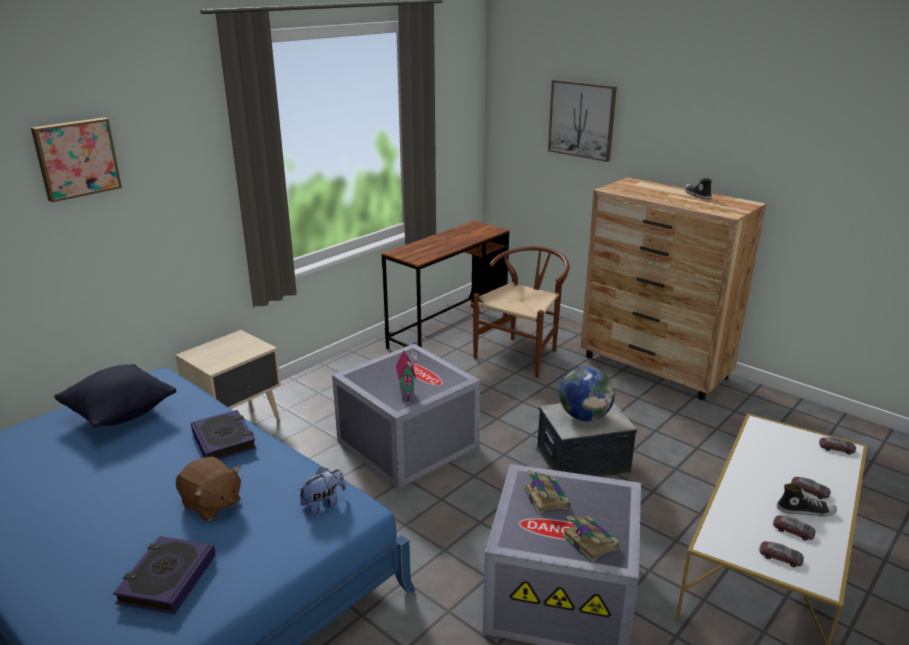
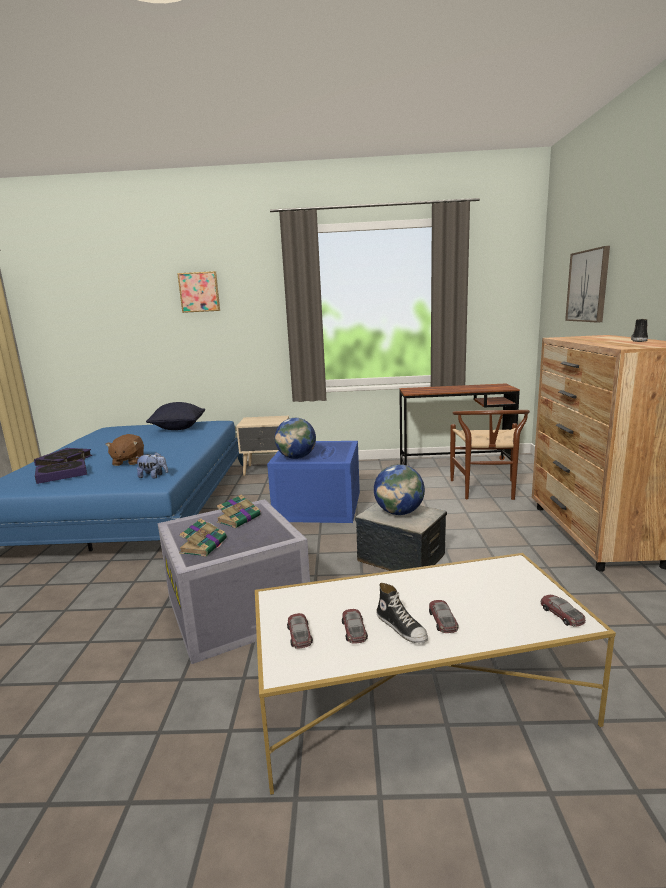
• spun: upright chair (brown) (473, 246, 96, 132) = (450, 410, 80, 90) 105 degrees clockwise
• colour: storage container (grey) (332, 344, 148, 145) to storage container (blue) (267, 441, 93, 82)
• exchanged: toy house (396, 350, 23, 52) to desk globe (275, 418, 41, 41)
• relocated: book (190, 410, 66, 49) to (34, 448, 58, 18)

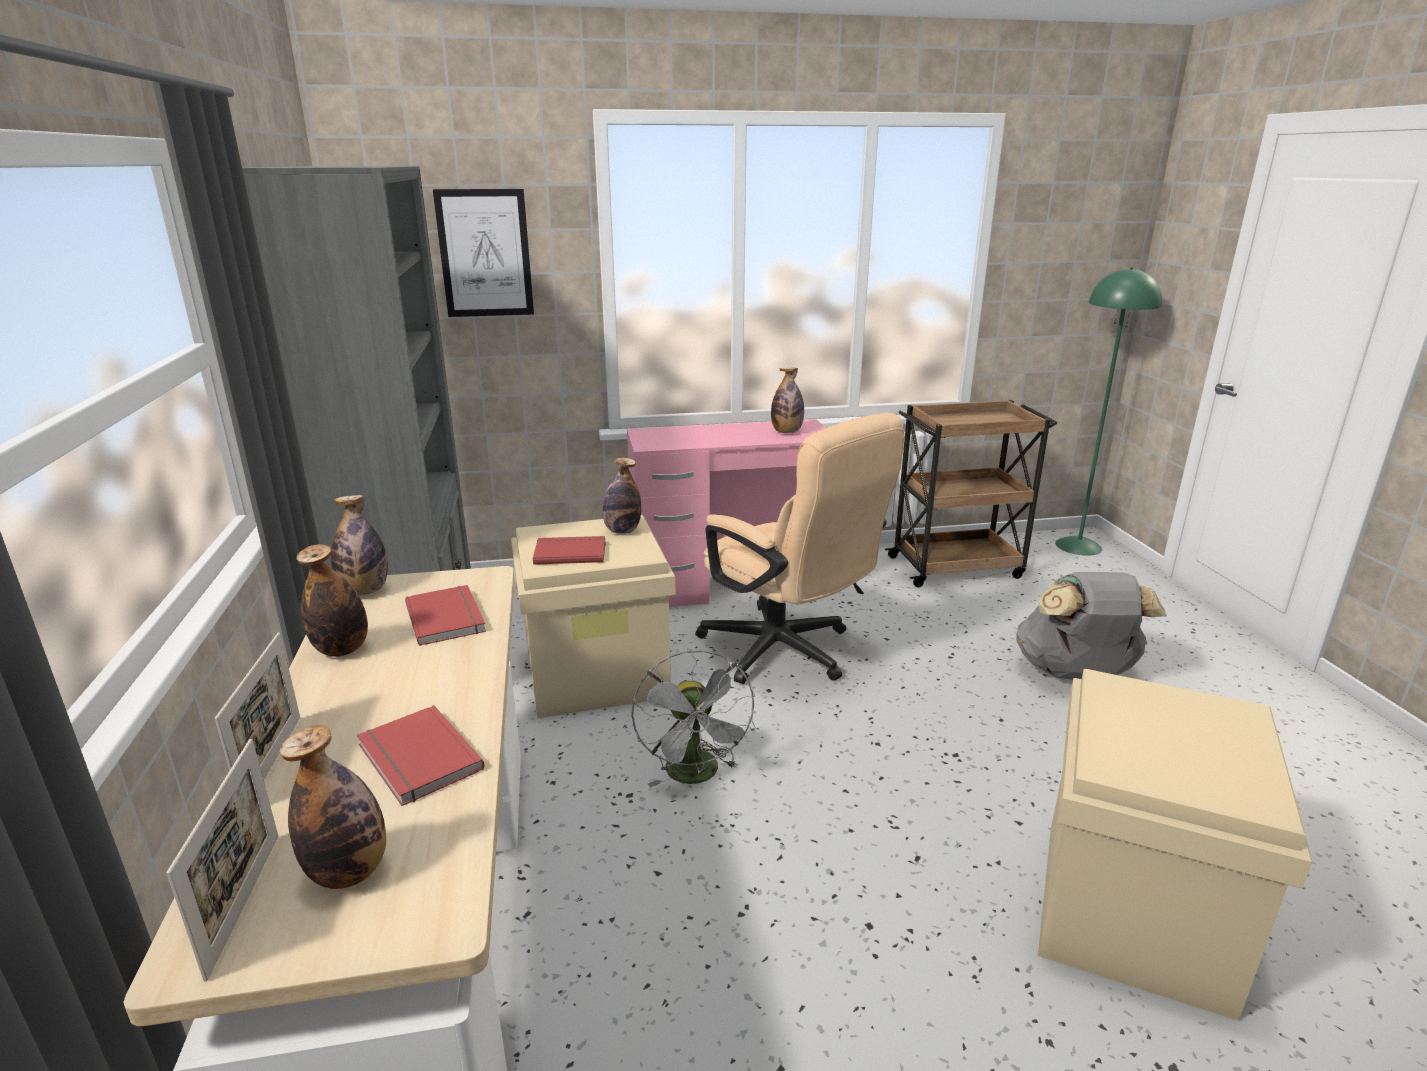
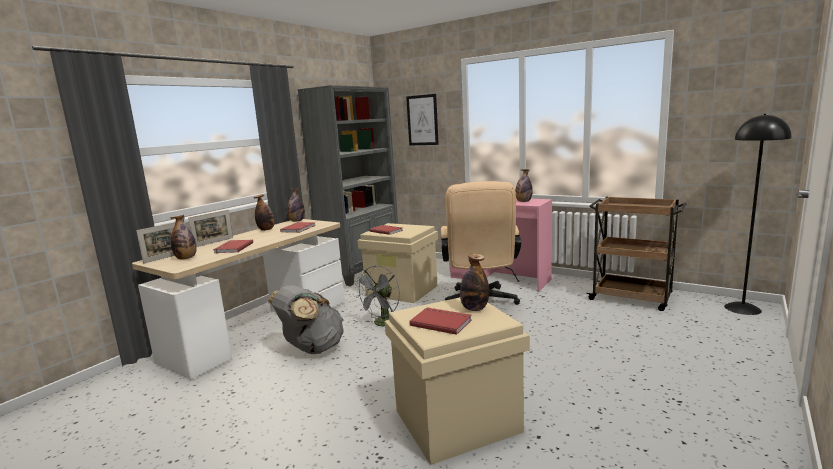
• colour: floor lamp (green) (1055, 267, 107, 289) to floor lamp (black-coloured) (724, 114, 67, 201)
• relocated: drink bottle (603, 458, 38, 76) to (460, 253, 29, 58)
• relocated: backpack (grey) (1017, 572, 150, 107) to (268, 285, 76, 69)
• appeared: book (red) (409, 308, 63, 27)

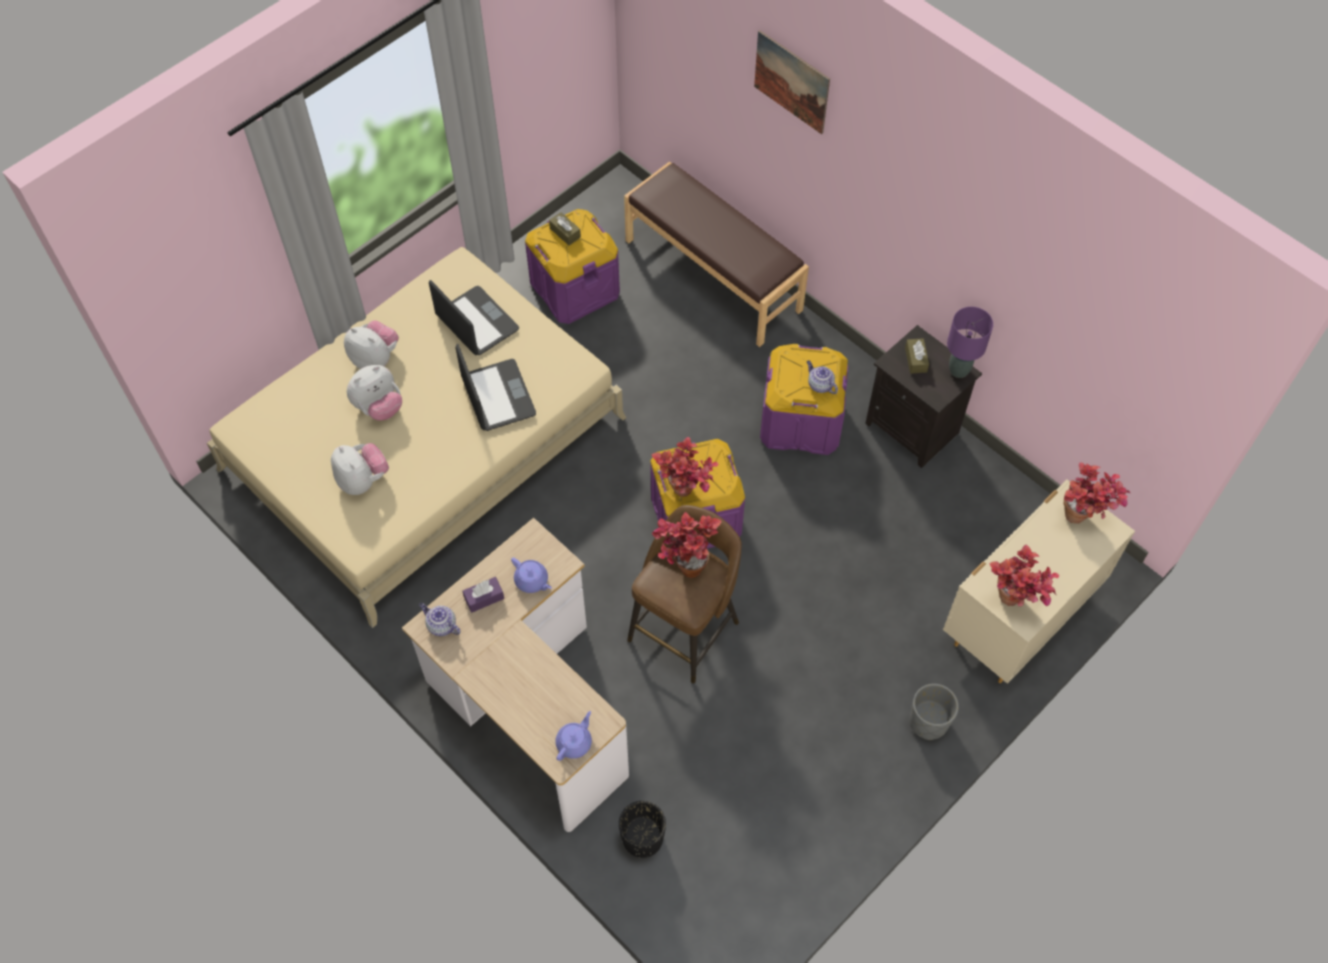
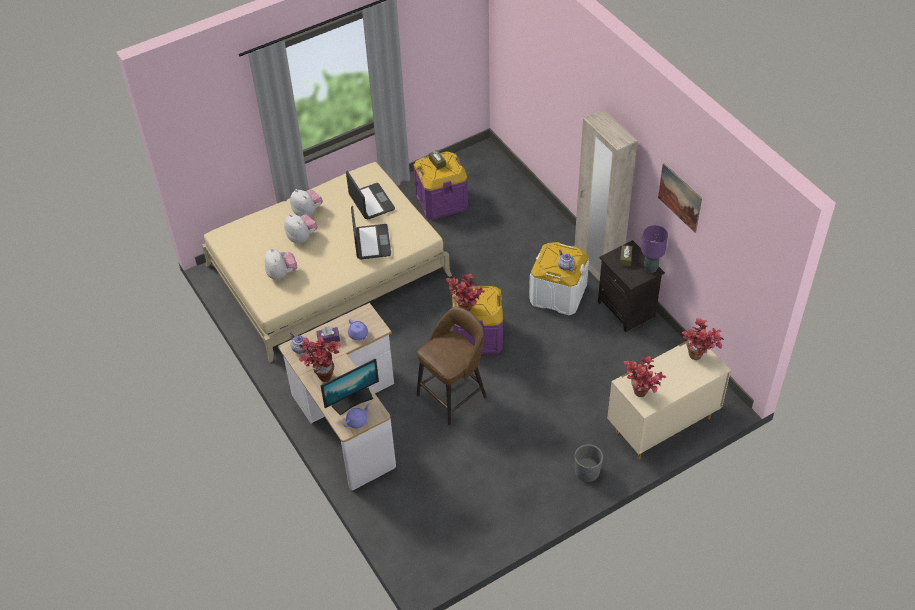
• relocated: wall picture (754, 30, 76, 104) to (658, 163, 44, 70)
• missing: indoor bench (brown) (624, 162, 185, 185)
• colour: storage container (purplish) (760, 344, 89, 111) to storage container (white) (529, 242, 60, 73)
• spun: plush toy (347, 365, 55, 55) = (284, 214, 33, 30) 105 degrees counterclockwise
• relocated: houseplant (651, 512, 71, 66) to (299, 336, 42, 46)
• missing: flower pot (black-coloured) (619, 801, 47, 57)
• appeared: clothes cupboard (beige) (574, 109, 63, 172)
• appeared: monitor (321, 359, 58, 56)

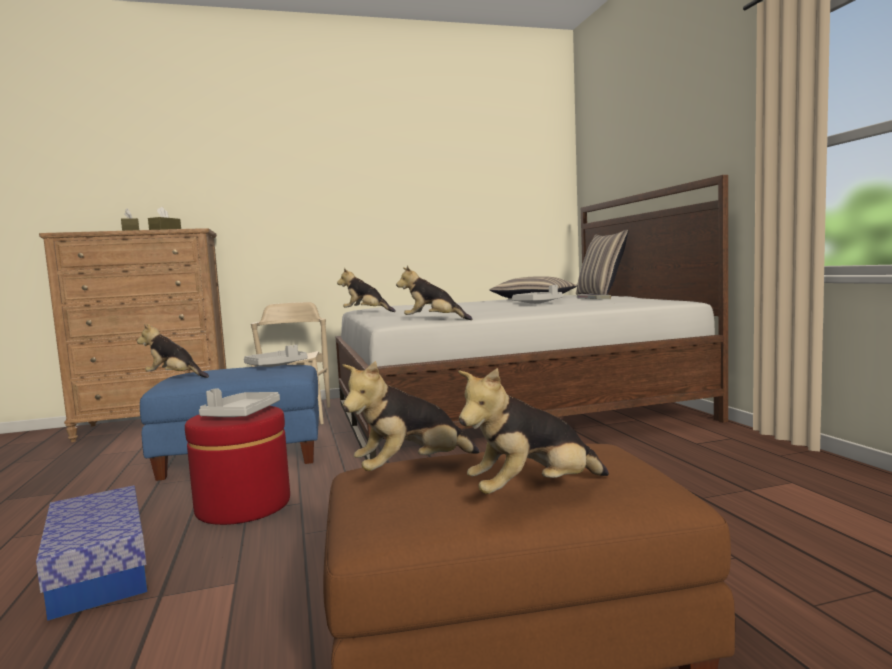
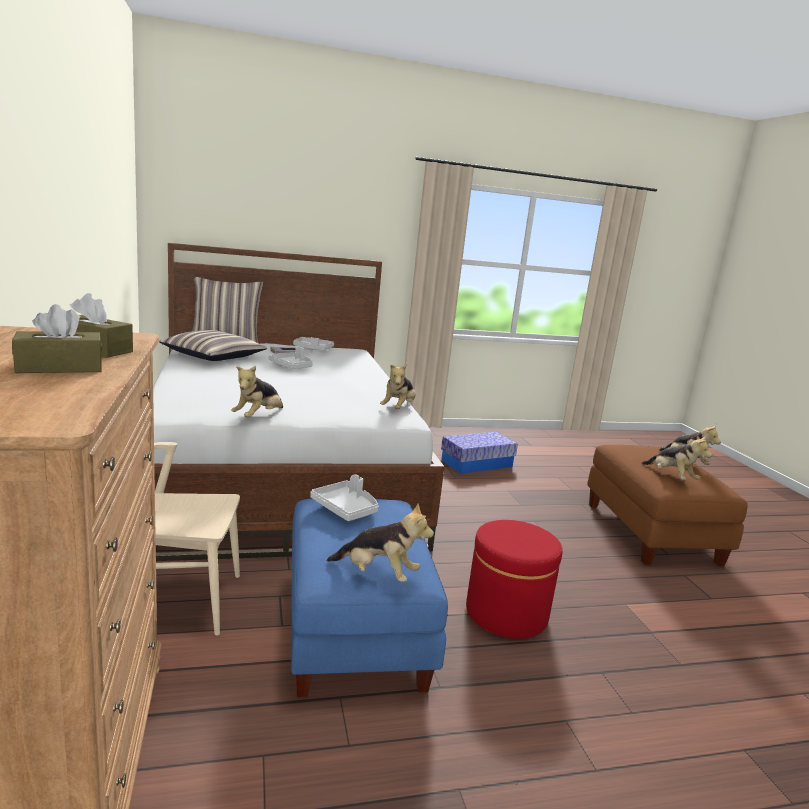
• spun: plush toy (137, 323, 72, 55) = (326, 503, 108, 79) 90 degrees counterclockwise
• relocated: serving tray (grey) (199, 388, 81, 29) to (293, 337, 41, 14)
• relocated: storage container (36, 485, 111, 136) to (441, 432, 77, 42)

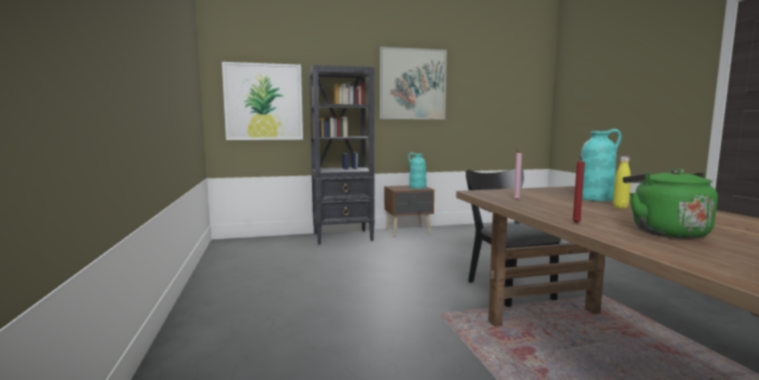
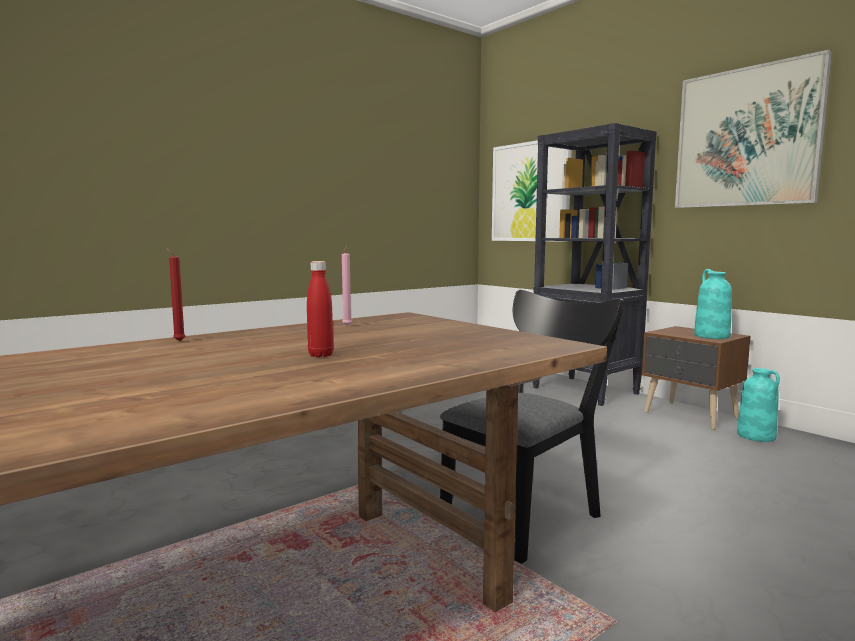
• relocated: vase (blue-green) (580, 129, 42, 72) to (737, 368, 43, 74)
• colour: drink bottle (yellow-coloured) (613, 156, 18, 52) to drink bottle (red) (307, 261, 26, 96)
• missing: tea kettle (green) (623, 169, 95, 70)

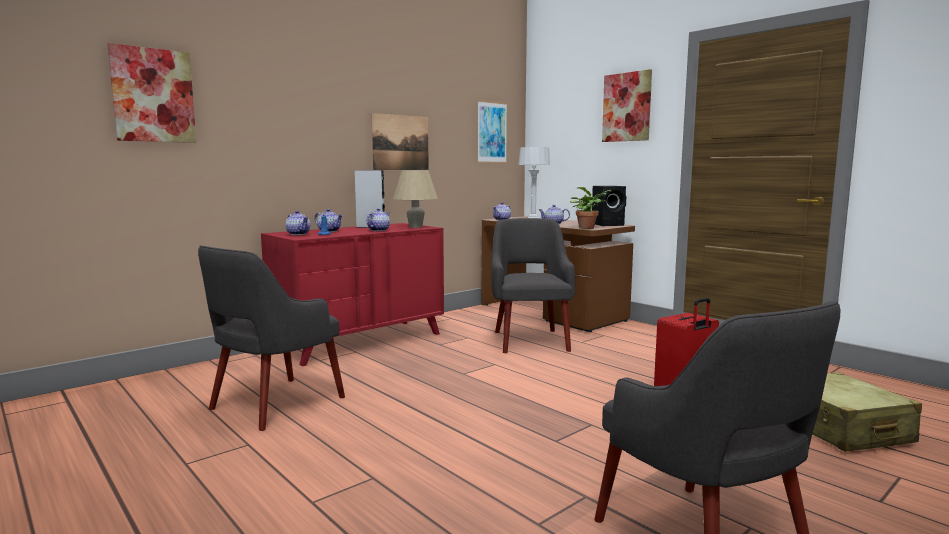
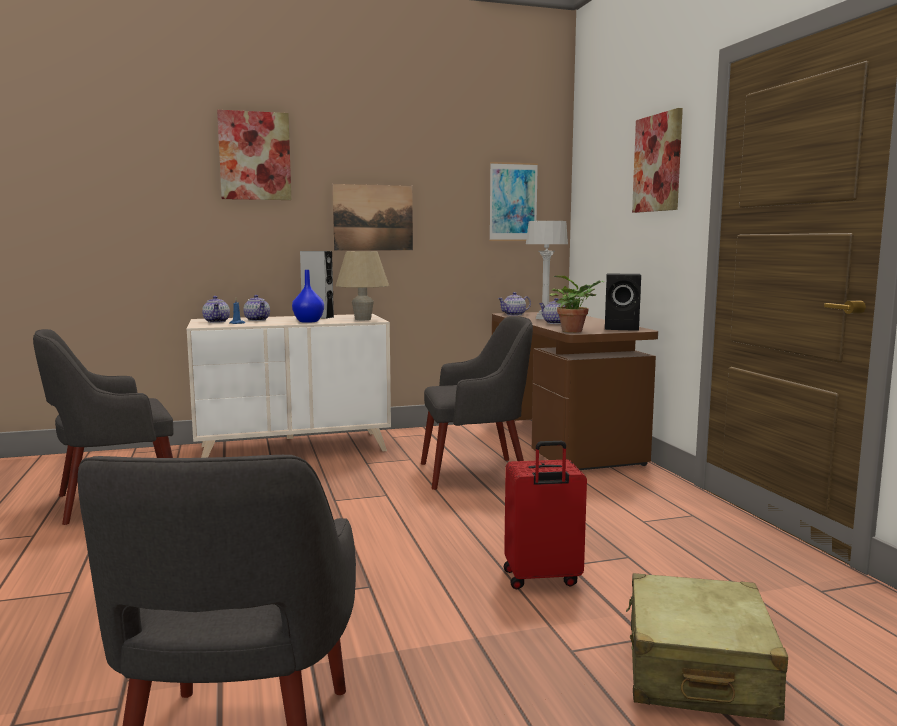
• relocated: wall picture (107, 43, 89, 100) to (217, 110, 74, 90)
• exchanged: teapot (366, 208, 24, 23) to vase (blue) (292, 270, 32, 53)
• spun: armchair (grey) (491, 218, 84, 135) = (421, 316, 112, 174) 60 degrees clockwise
• colour: chest of drawers (red) (261, 223, 183, 143) to chest of drawers (beige) (187, 314, 204, 144)

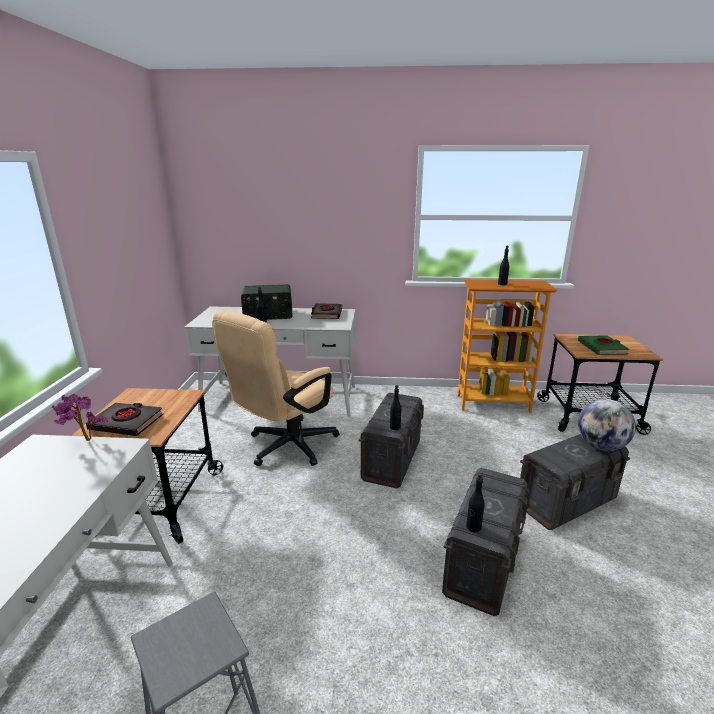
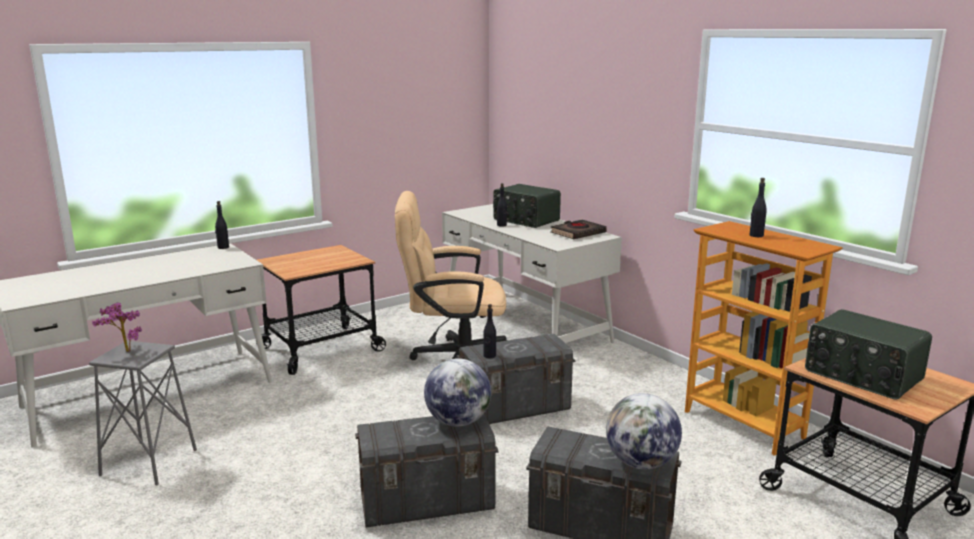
• exchanged: book (green) (578, 335, 51, 20) to radio set (805, 309, 127, 91)
• relocated: houseplant (52, 394, 56, 47) to (92, 303, 50, 49)
• missing: book (black-coloured) (86, 403, 77, 33)
• relocated: drink bottle (black-coloured) (466, 473, 18, 59) to (215, 201, 14, 48)
• appeared: desk globe (424, 358, 67, 68)

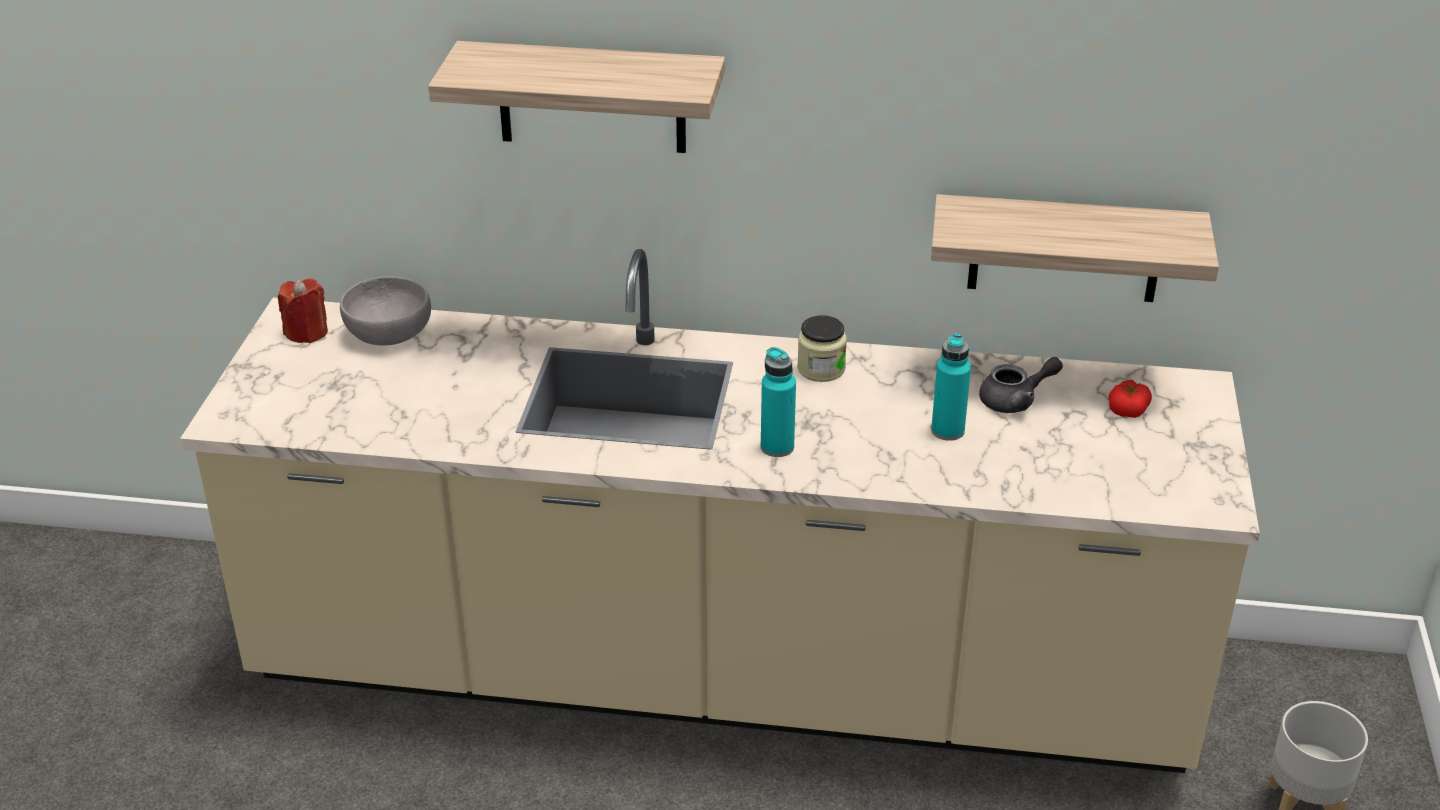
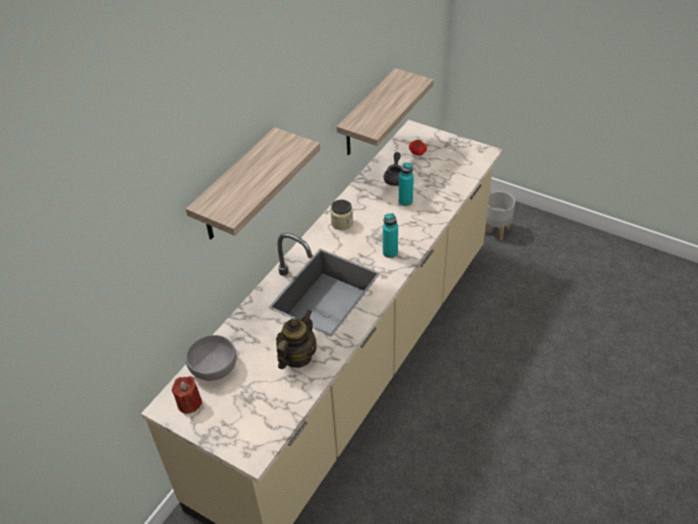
• appeared: teapot (276, 310, 41, 59)

